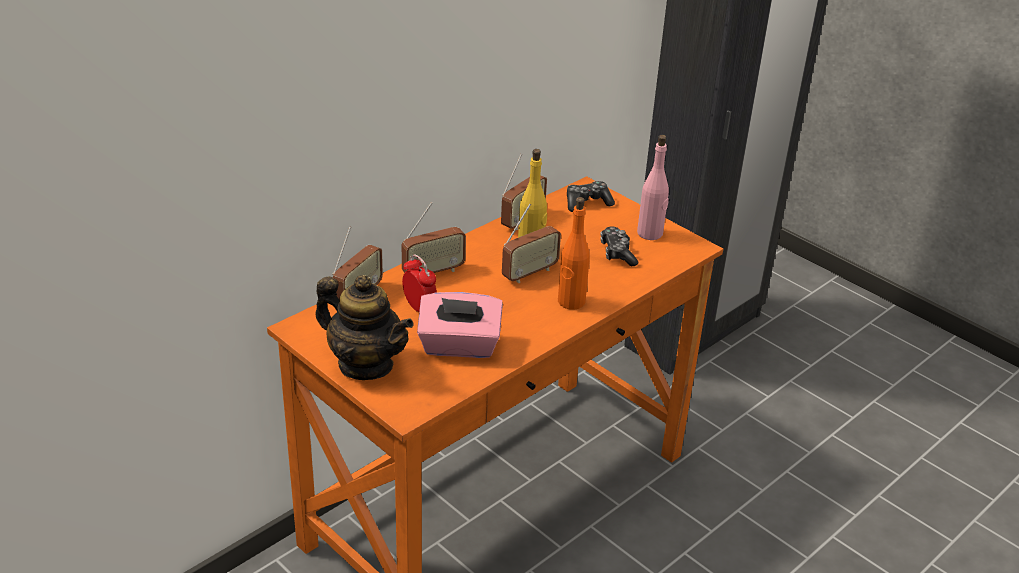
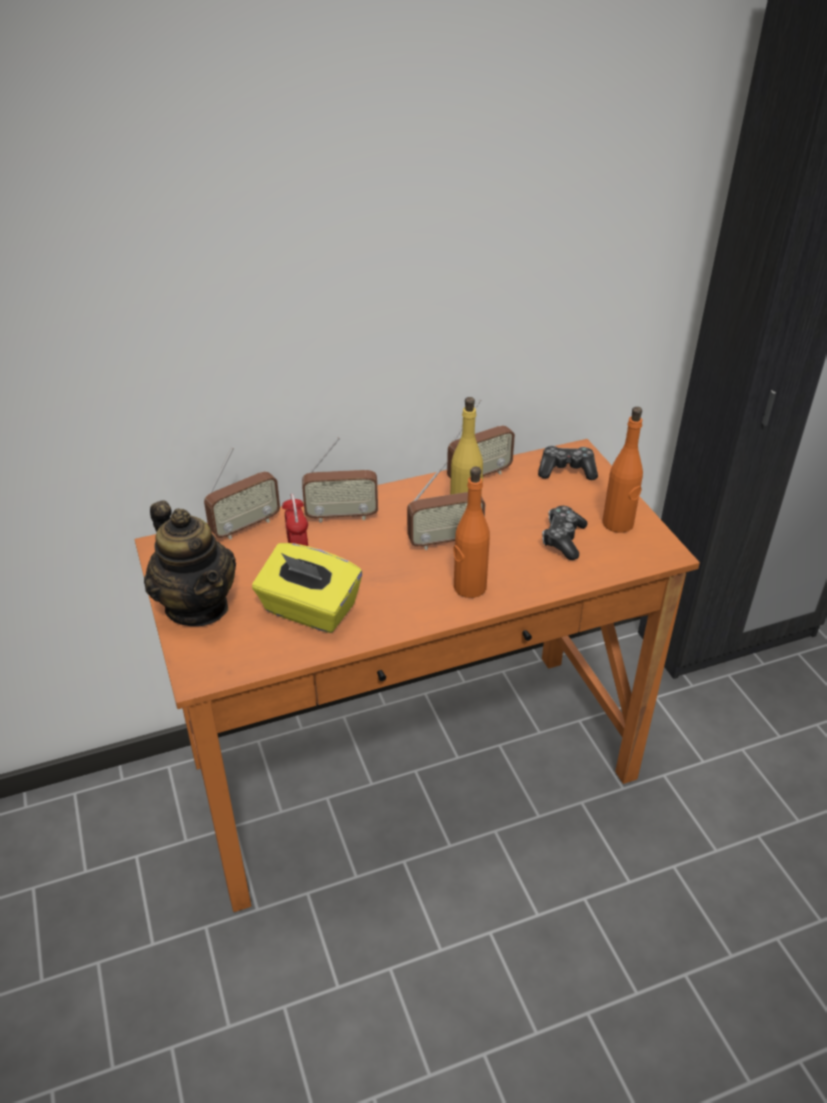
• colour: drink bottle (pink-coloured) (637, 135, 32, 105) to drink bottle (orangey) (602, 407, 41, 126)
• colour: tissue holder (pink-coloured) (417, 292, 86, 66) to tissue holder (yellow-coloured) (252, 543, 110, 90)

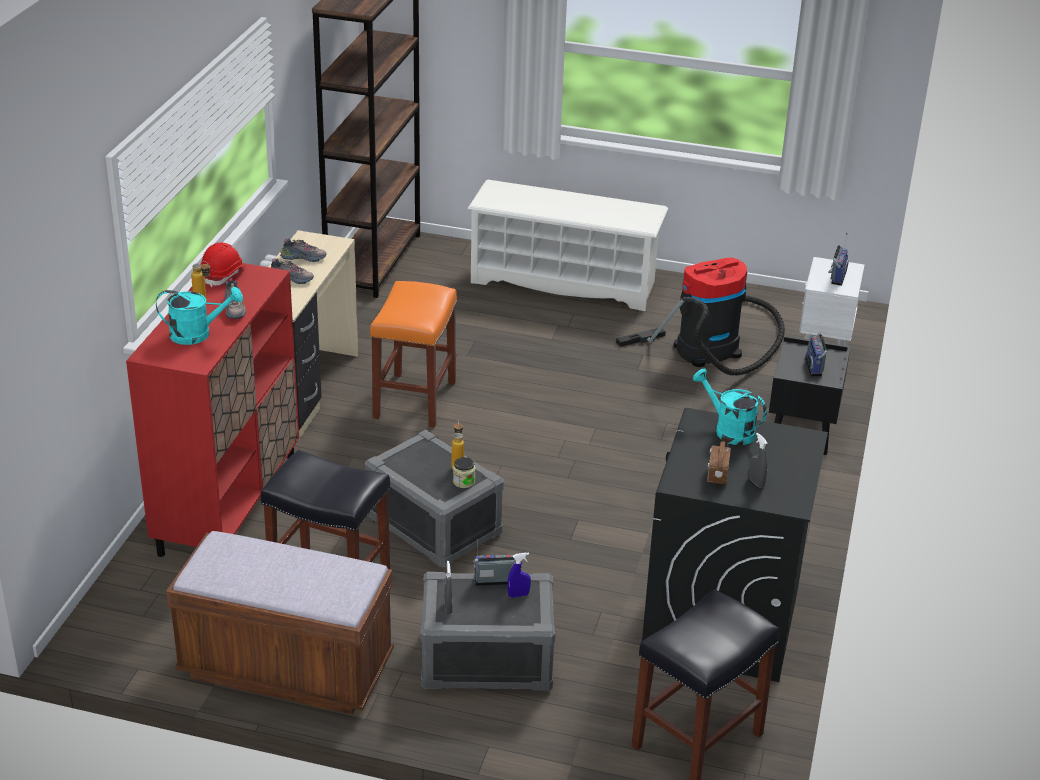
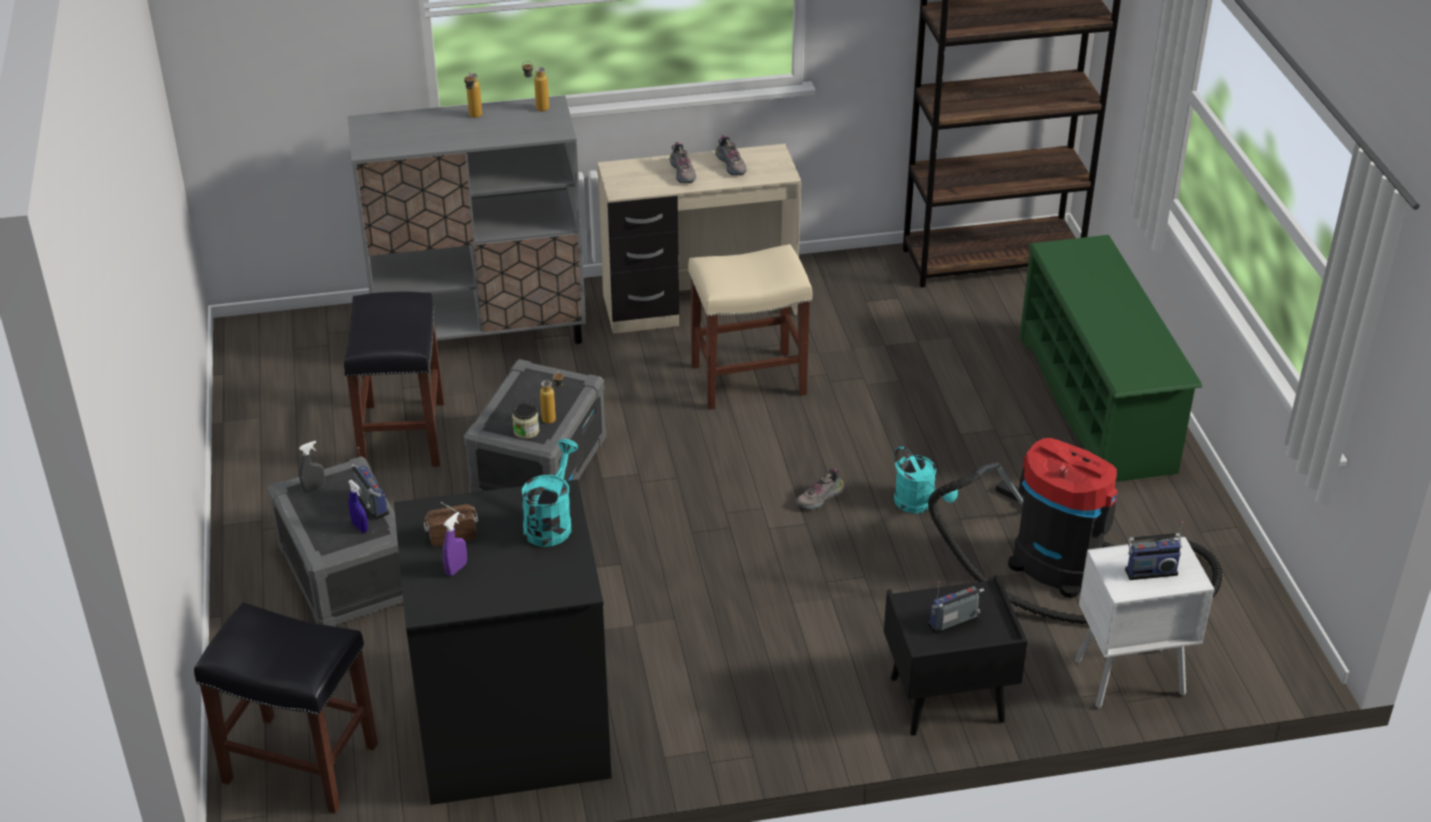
• colour: shoe shelf (white) (467, 180, 201, 131) to shoe shelf (green) (1019, 235, 183, 247)
• exchanged: work helmet (red) (201, 243, 44, 44) to drink bottle (522, 61, 27, 50)
• colour: cupboard (red) (126, 263, 173, 294) to cupboard (grey) (348, 95, 238, 249)
• relocated: shoe (224, 278, 22, 41) to (796, 469, 49, 41)
• colour: stool (orangey) (370, 281, 87, 147) to stool (beige) (688, 244, 124, 166)
• relocated: sprinkling can (blue-green) (156, 287, 87, 58) to (894, 446, 64, 67)
• colour: hand sprayer (grey) (749, 433, 19, 55) to hand sprayer (purplish) (443, 512, 24, 64)
• missing: indoor bench (brown) (166, 531, 228, 183)

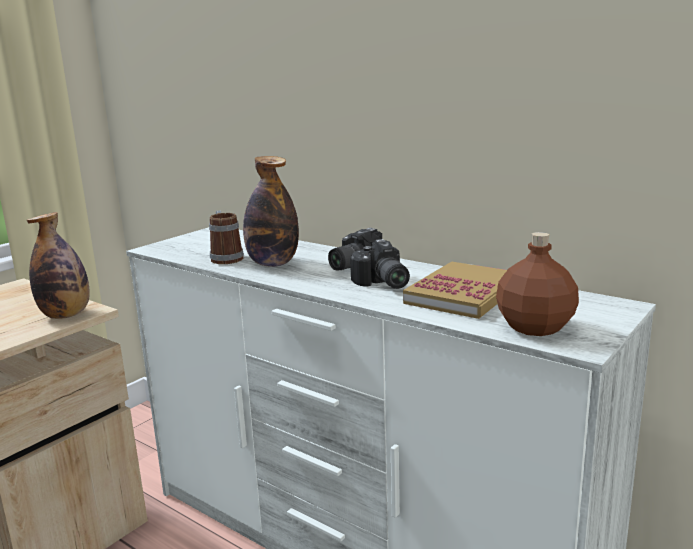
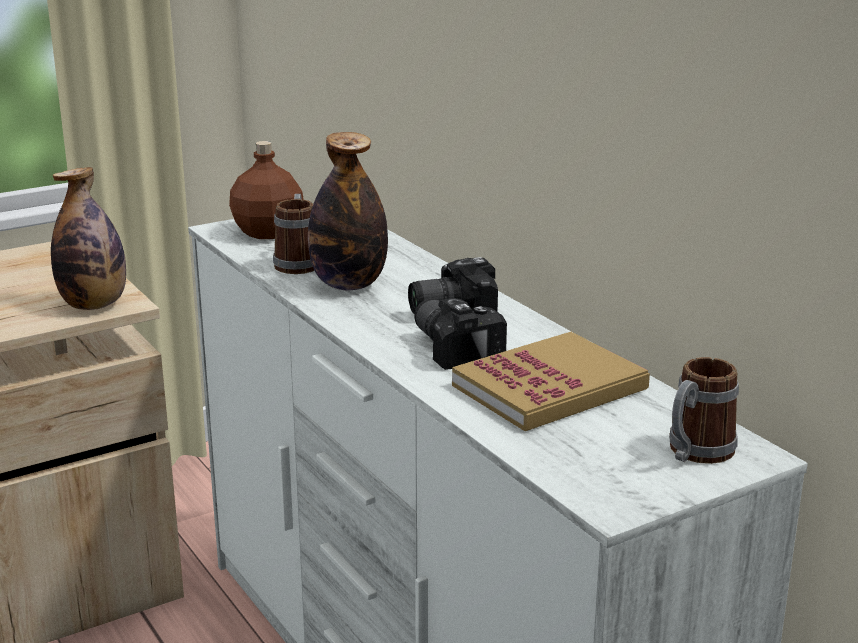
• relocated: drink bottle (brown) (496, 232, 83, 104) to (229, 141, 75, 98)
• spun: photo camera (350, 239, 60, 50) = (414, 298, 93, 72) 150 degrees clockwise
• appeared: tea mug (669, 357, 70, 107)

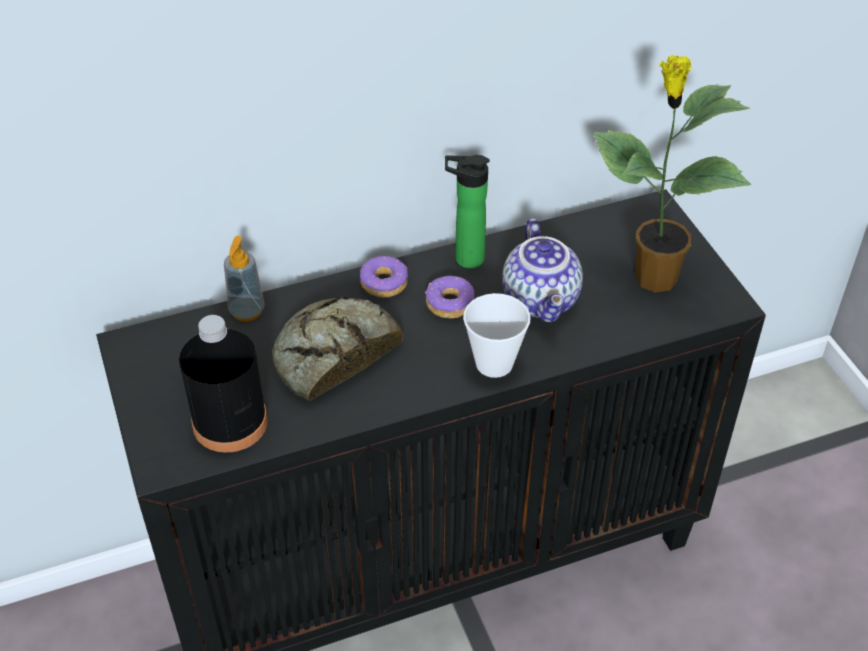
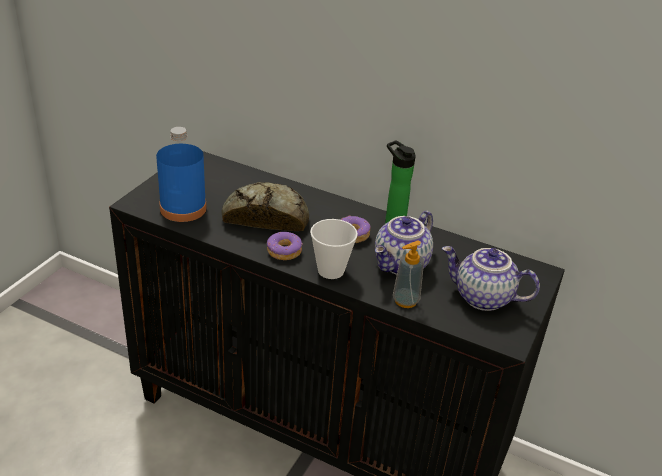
• exchanged: houseplant (593, 55, 158, 238) to teapot (442, 246, 98, 65)
• relocated: soap dispenser (224, 236, 41, 86) to (393, 241, 31, 67)
• relocated: donut (360, 256, 48, 42) to (267, 232, 35, 28)
• colour: drink bottle (black-coloured) (179, 315, 89, 138) to drink bottle (blue) (156, 127, 51, 95)

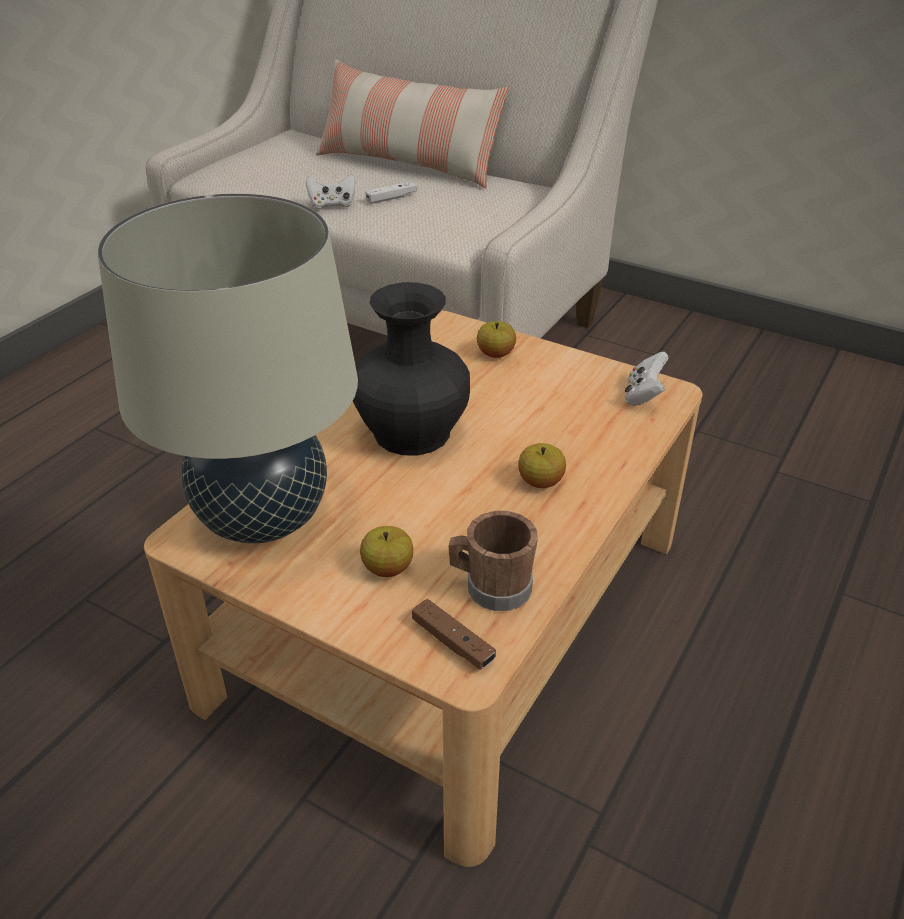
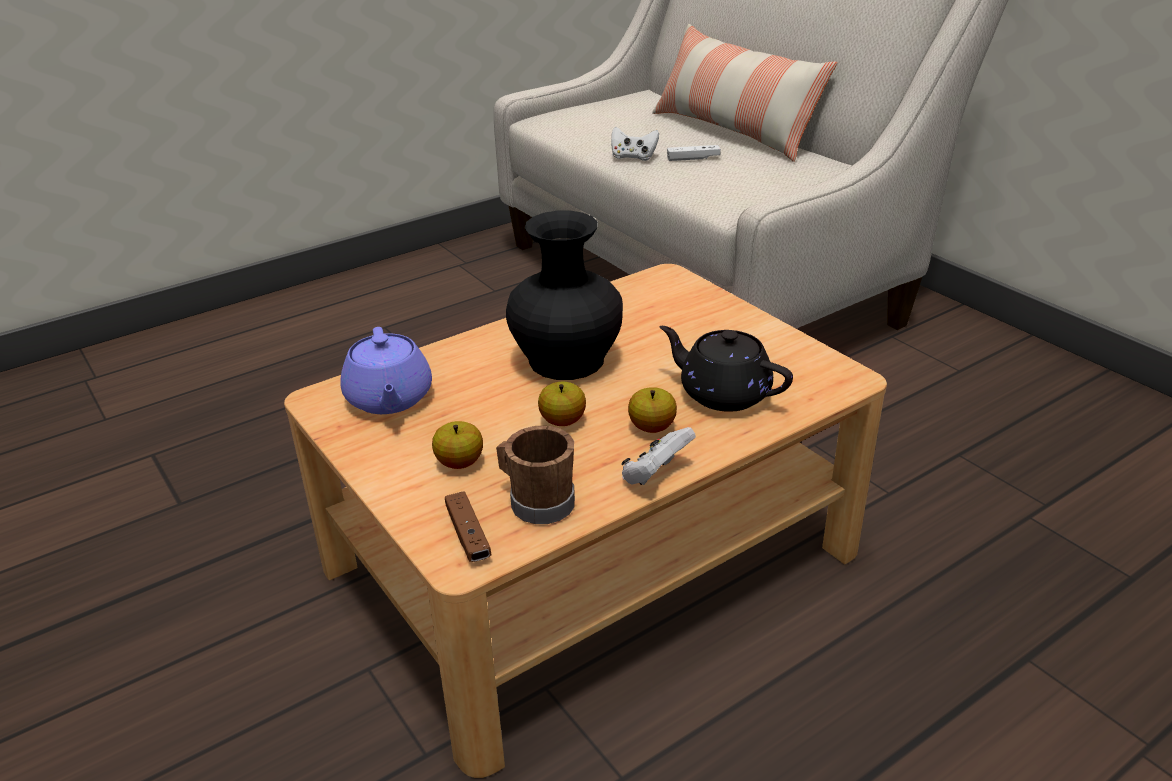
• exchanged: lamp for a table (beige) (98, 194, 260, 349) to teapot (purplish) (340, 327, 92, 87)
• relocated: whole apple (477, 321, 39, 37) to (538, 382, 48, 44)
• relocated: gamepad (white) (625, 352, 44, 54) to (621, 427, 75, 58)
• appeared: teapot (black-coloured) (660, 326, 133, 86)

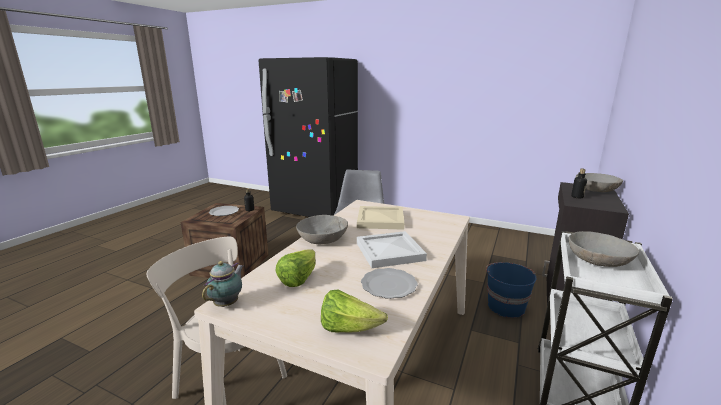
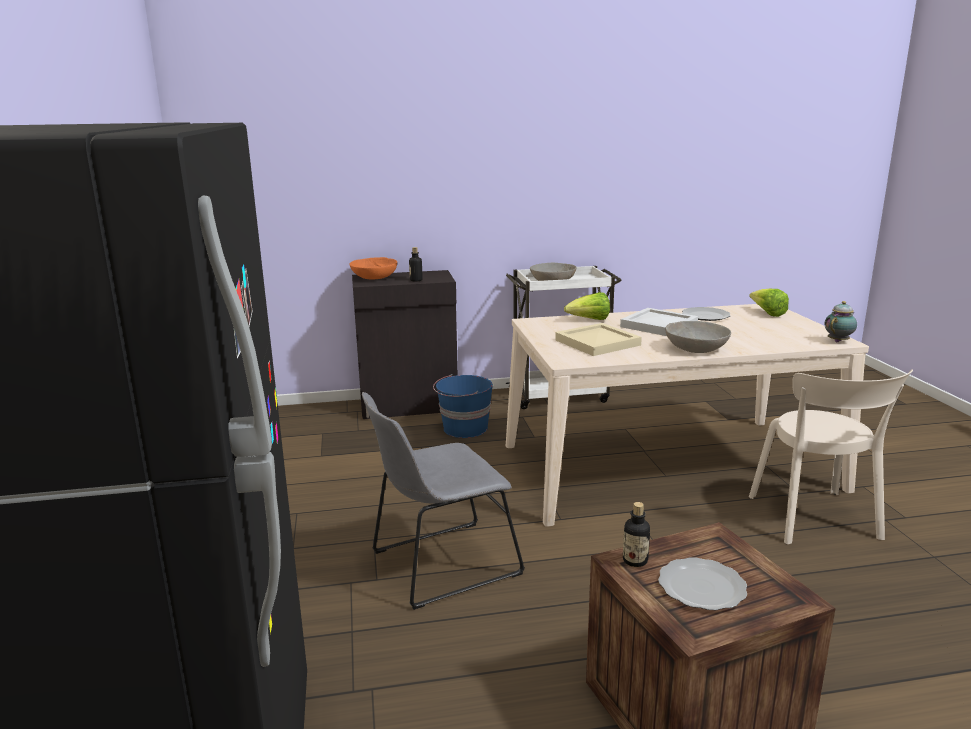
• colour: bowl (grey) (576, 173, 47, 19) to bowl (orangey) (349, 257, 48, 22)
• relocated: head of lettuce (276, 249, 40, 38) to (564, 292, 46, 28)
• spun: teapot (202, 261, 41, 46) = (824, 301, 33, 41) 150 degrees clockwise

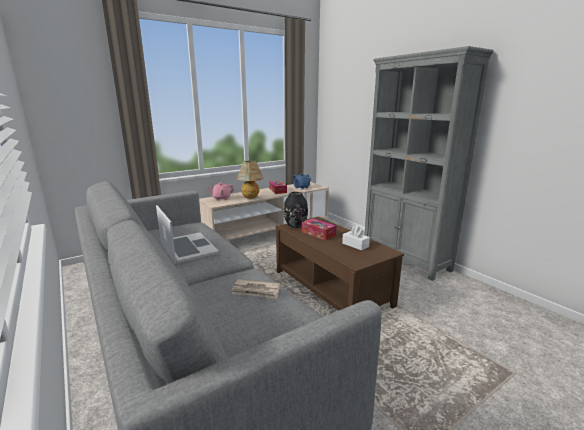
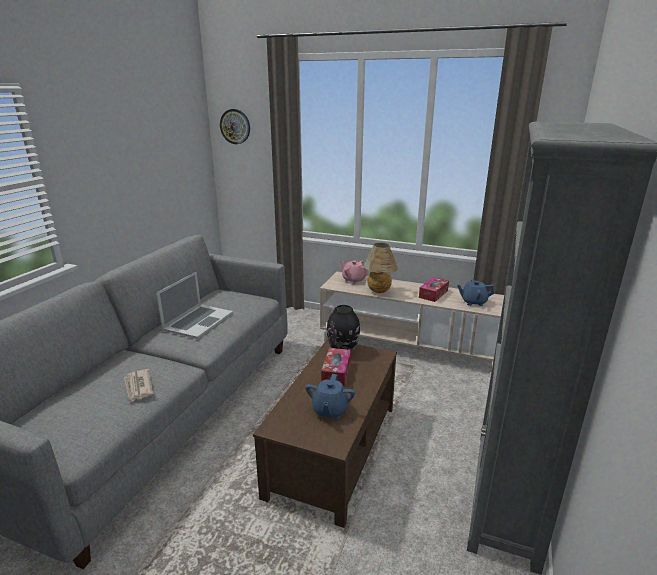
• exchanged: tissue holder (white) (342, 226, 28, 24) to teapot (blue) (305, 374, 50, 45)
• appeared: wall clock (220, 109, 30, 35)

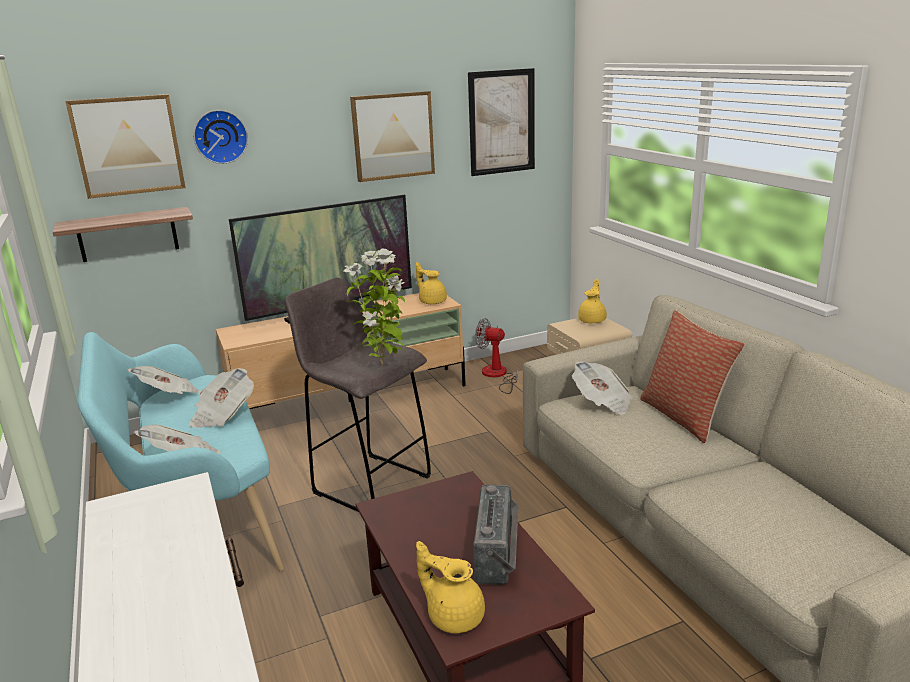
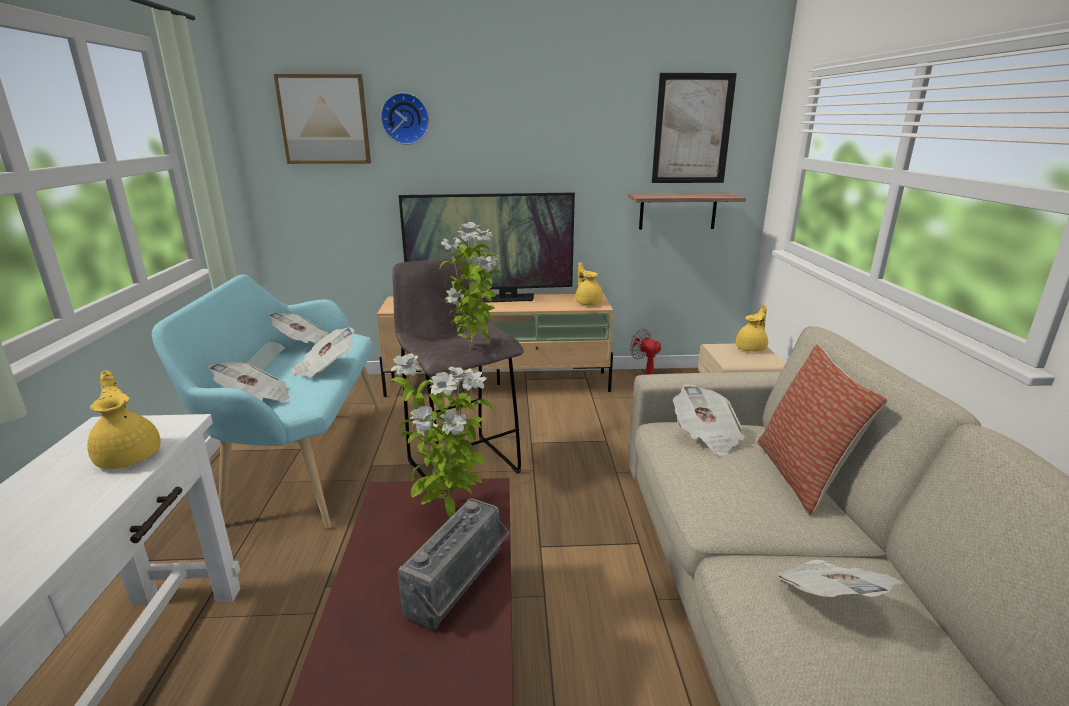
• missing: wall picture (350, 91, 85, 91)
• relocated: shelf (53, 207, 140, 55) to (628, 193, 118, 37)
• relocated: teapot (yellow-coloured) (416, 541, 69, 92) to (87, 370, 74, 99)
• appeared: houseplant (389, 353, 104, 165)
• appeared: daily paper (774, 560, 130, 37)

